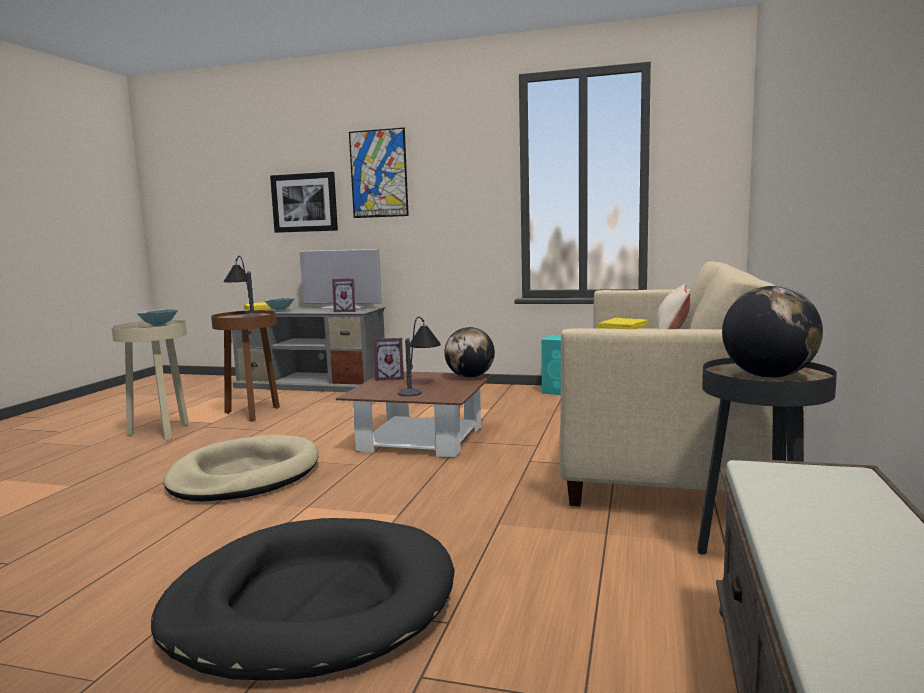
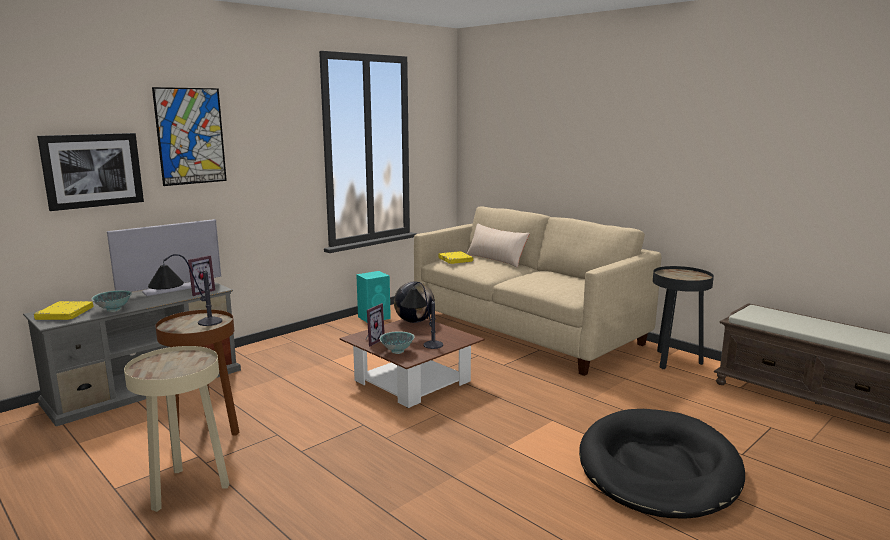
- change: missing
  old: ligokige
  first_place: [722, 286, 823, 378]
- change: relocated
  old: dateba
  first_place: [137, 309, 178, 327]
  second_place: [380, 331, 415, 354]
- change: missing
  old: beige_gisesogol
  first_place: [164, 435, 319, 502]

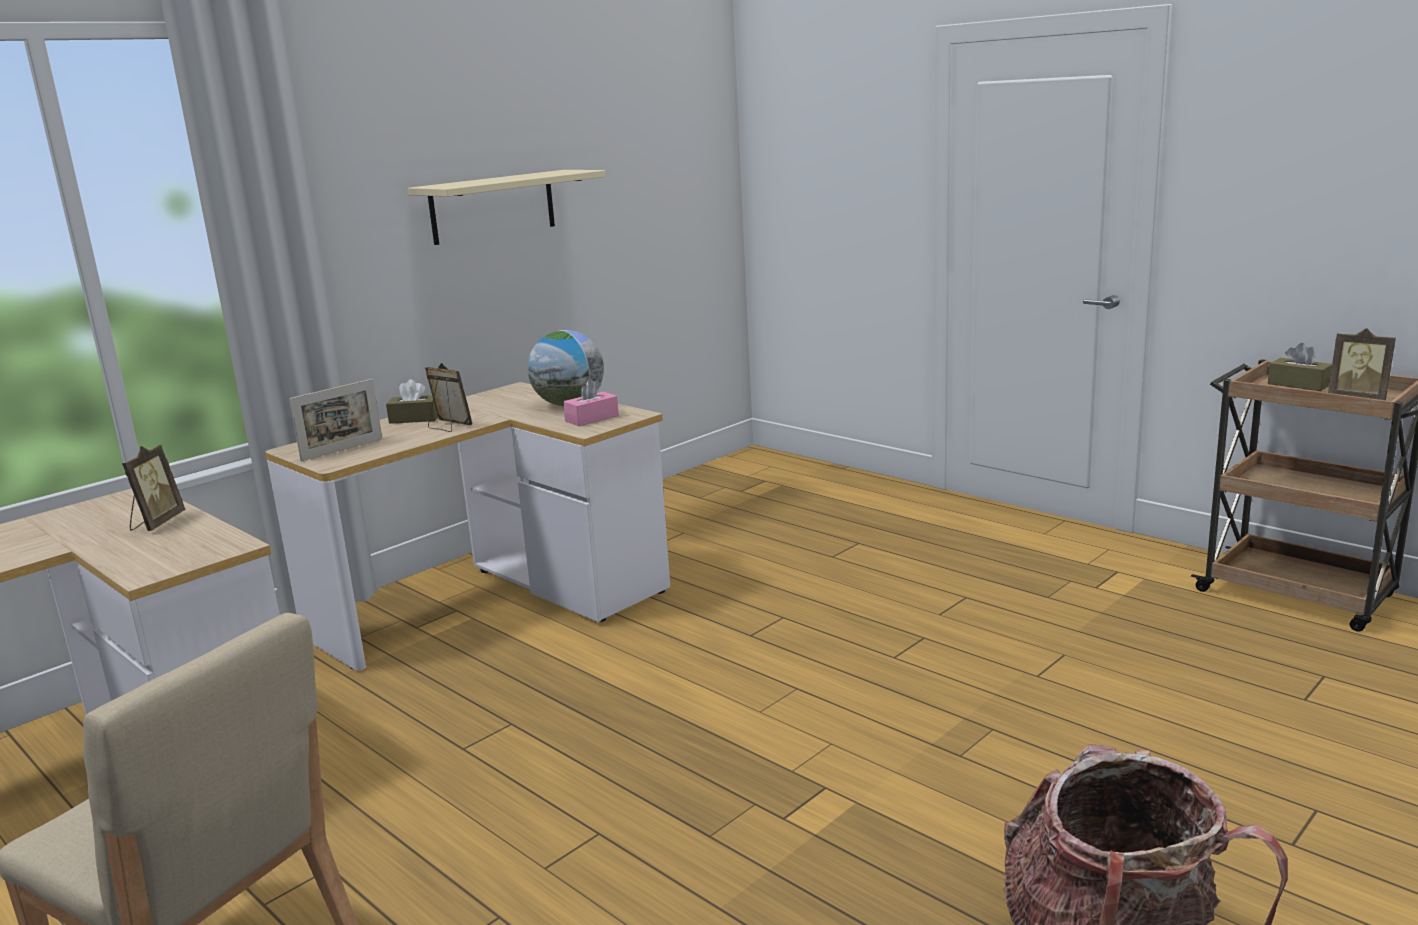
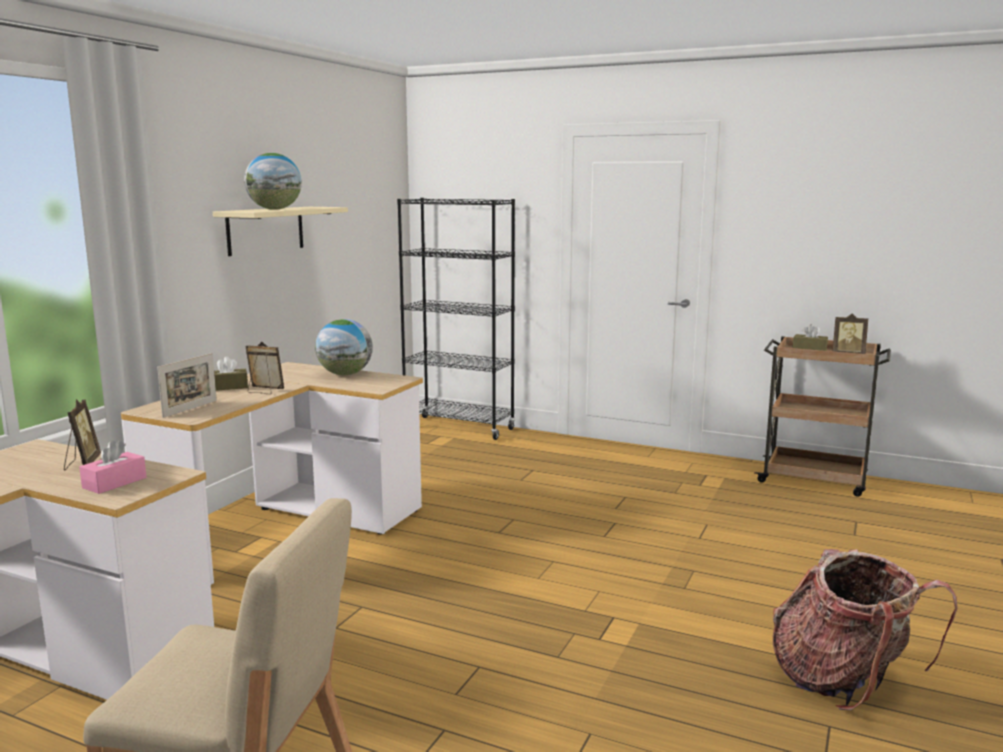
- change: relocated
  old: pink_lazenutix
  first_place: [563, 379, 619, 426]
  second_place: [79, 440, 146, 494]
- change: appeared
  new: ligokige
  second_place: [244, 153, 302, 210]
- change: appeared
  new: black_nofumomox
  second_place: [397, 198, 515, 440]

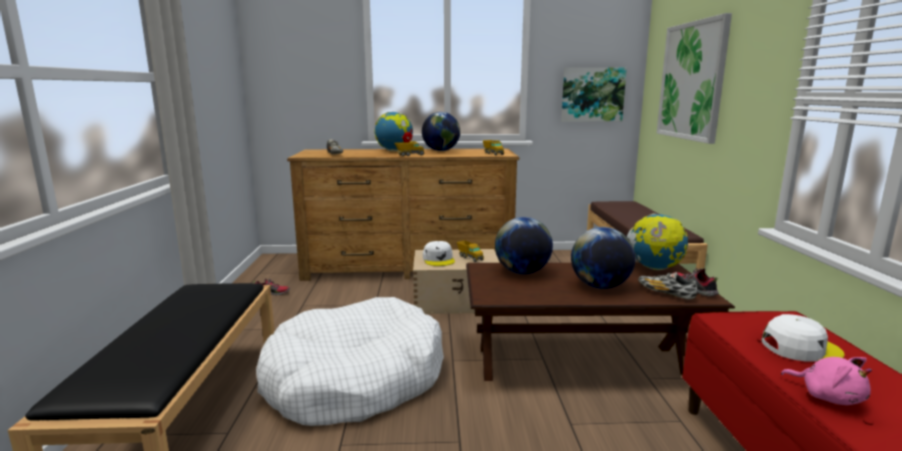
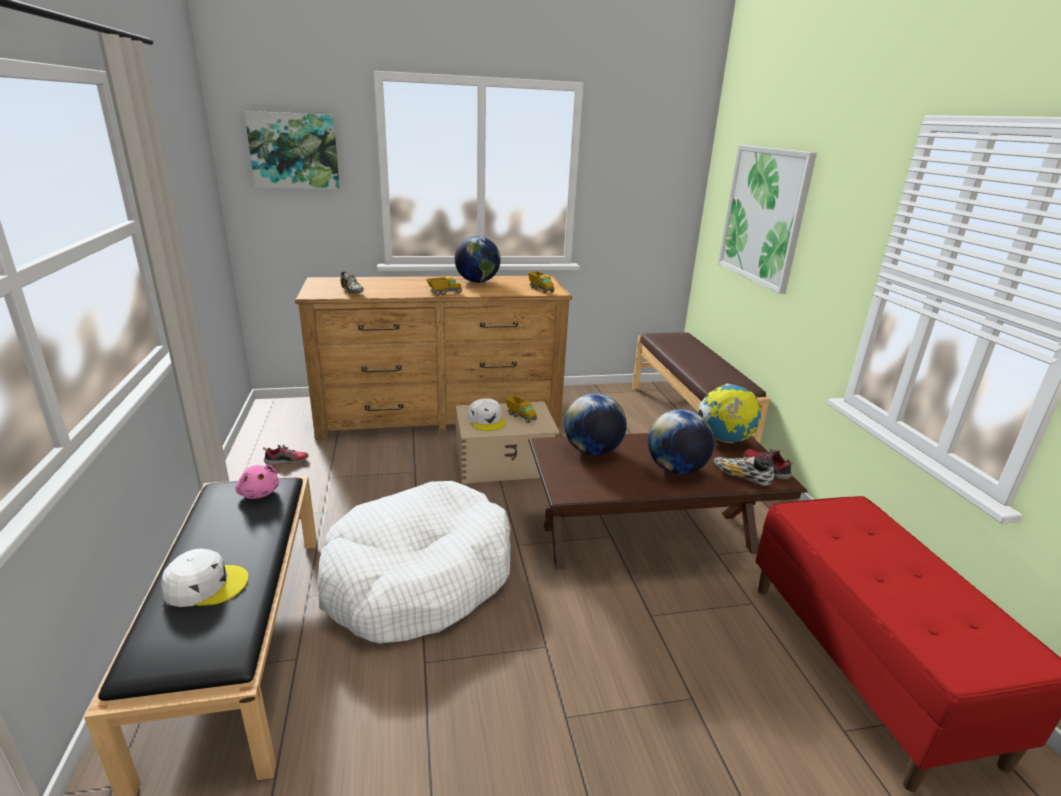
- change: relocated
  old: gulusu
  first_place: [561, 67, 627, 122]
  second_place: [244, 111, 340, 189]
- change: missing
  old: ligokige
  first_place: [374, 112, 413, 151]
- change: relocated
  old: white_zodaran
  first_place: [761, 314, 845, 362]
  second_place: [161, 549, 249, 607]
- change: relocated
  old: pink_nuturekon
  first_place: [781, 357, 872, 405]
  second_place: [236, 465, 279, 499]

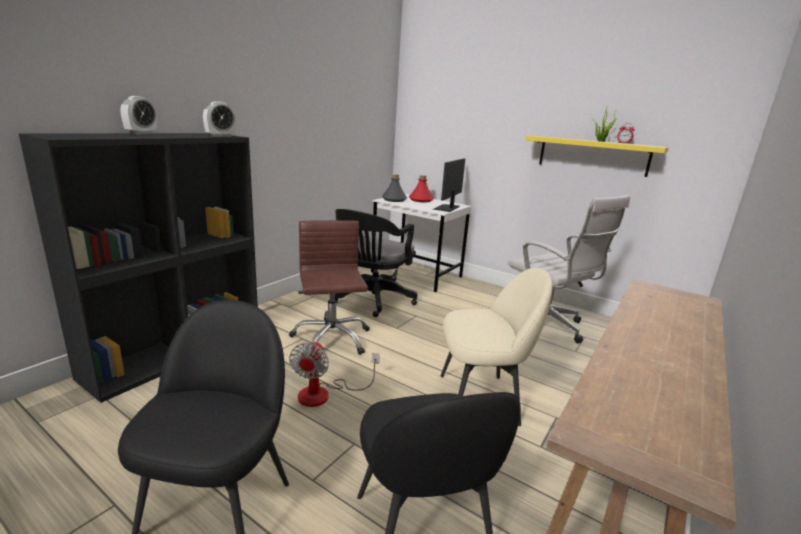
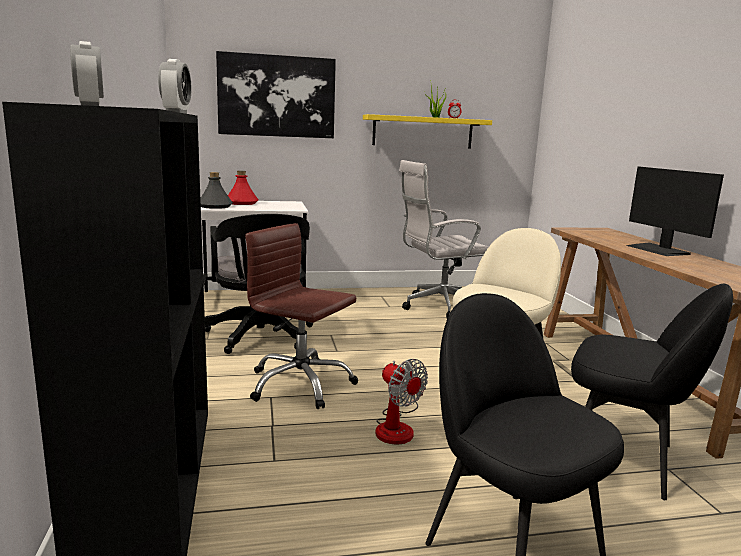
- change: relocated
  old: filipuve
  first_place: [433, 159, 465, 212]
  second_place: [626, 167, 724, 256]
- change: spun
  old: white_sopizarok
  first_place: [508, 195, 630, 343]
  second_place: [399, 160, 489, 318]
  degrees: 150
- change: appeared
  new: gulusu
  second_place: [216, 51, 336, 138]

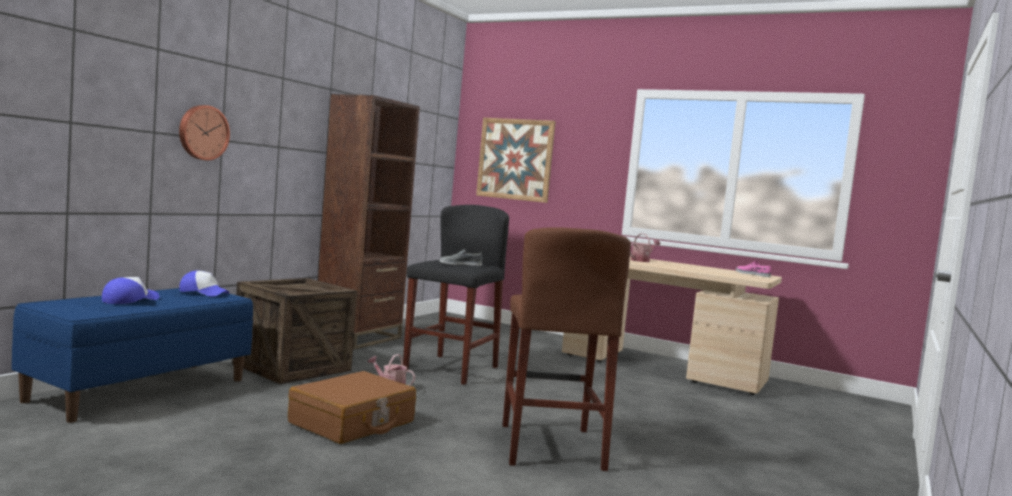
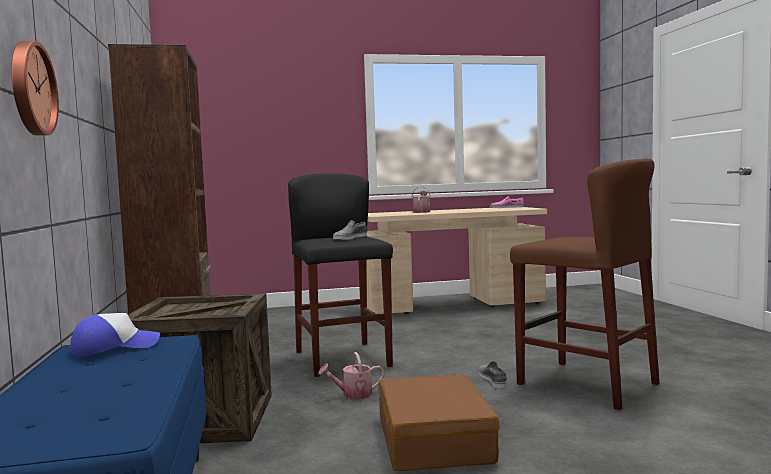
- change: missing
  old: gulusu
  first_place: [476, 118, 556, 203]
- change: missing
  old: zodaran
  first_place: [102, 277, 160, 304]
- change: appeared
  new: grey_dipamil
  second_place: [479, 361, 507, 388]

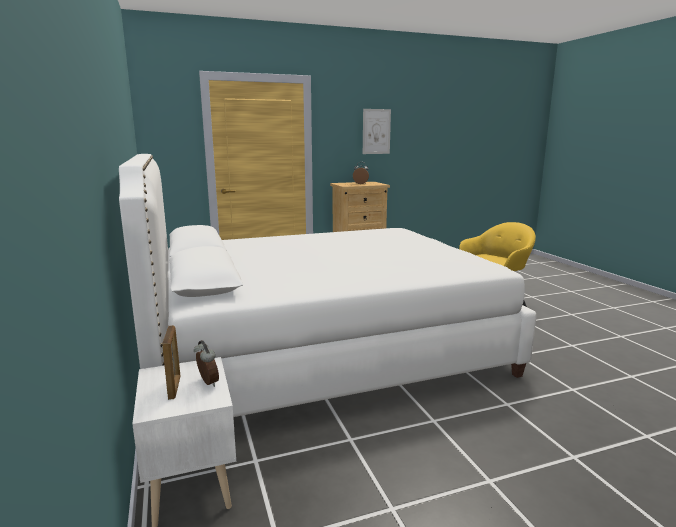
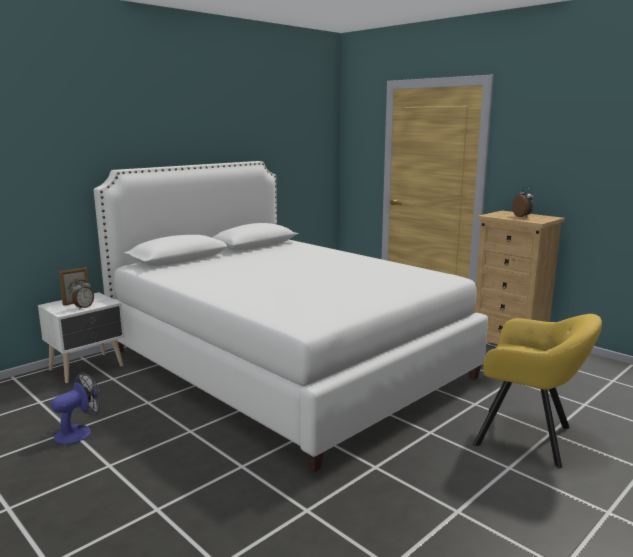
- change: missing
  old: gulusu
  first_place: [363, 109, 391, 154]
- change: appeared
  new: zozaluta
  second_place: [51, 372, 102, 444]

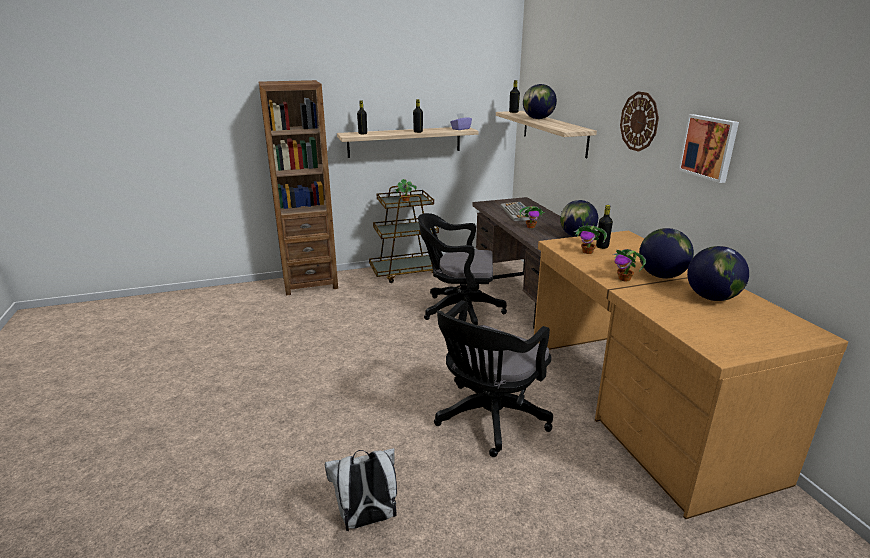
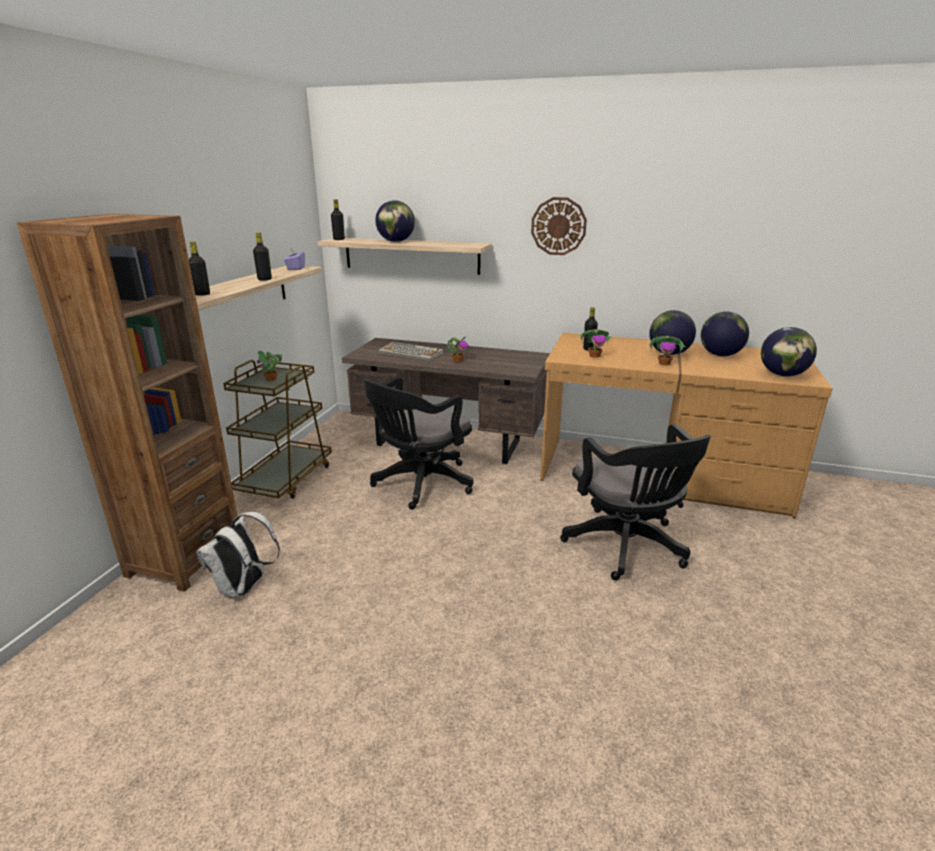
- change: missing
  old: gulusu
  first_place: [678, 114, 739, 183]
- change: relocated
  old: ligokige
  first_place: [560, 200, 598, 237]
  second_place: [761, 327, 817, 377]
- change: relocated
  old: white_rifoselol
  first_place: [325, 448, 397, 531]
  second_place: [196, 512, 280, 598]

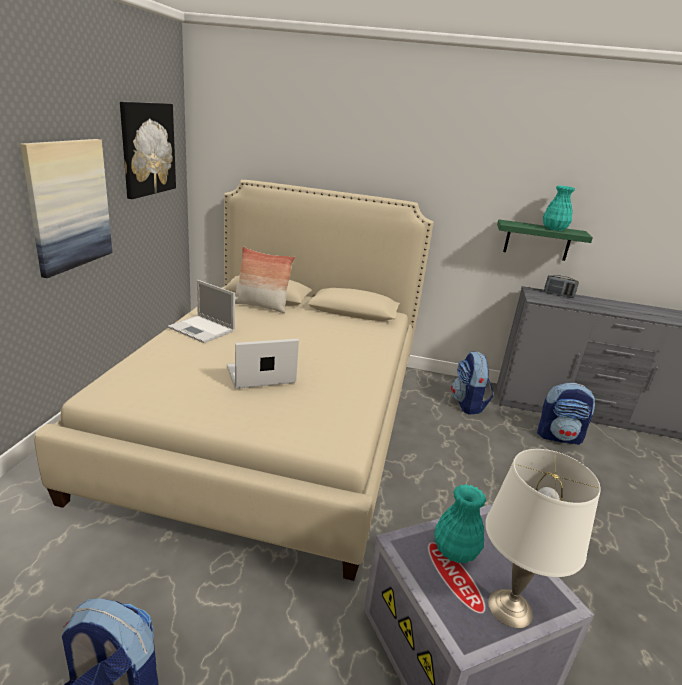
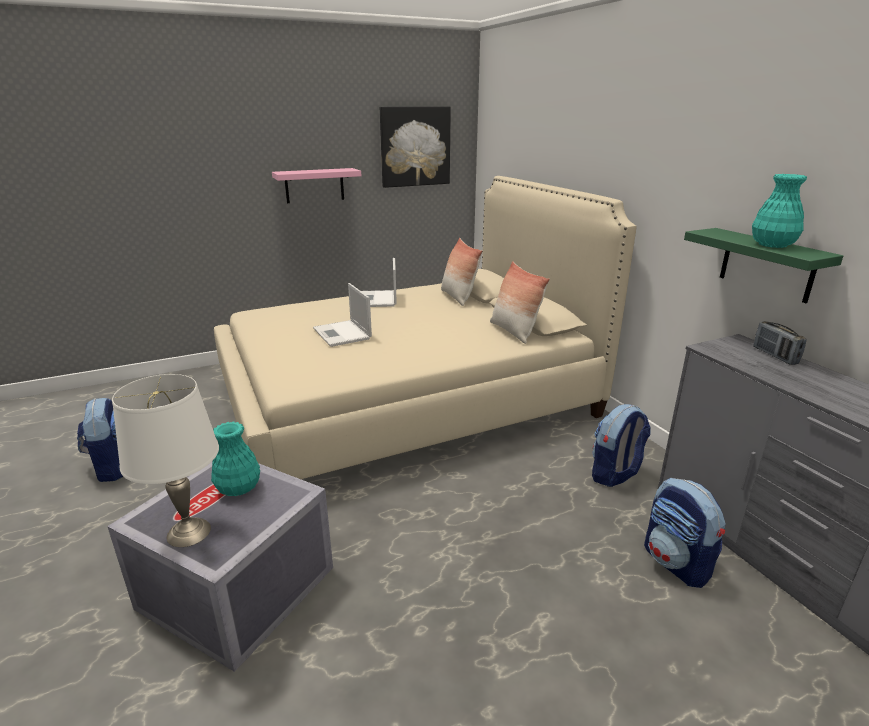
- change: exchanged
  old: gulusu
  new: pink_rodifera
  first_place: [20, 139, 112, 278]
  second_place: [272, 168, 361, 203]
- change: spun
  old: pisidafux
  first_place: [227, 339, 299, 389]
  second_place: [313, 283, 372, 347]
  degrees: -150
- change: appeared
  new: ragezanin
  second_place: [490, 261, 550, 344]

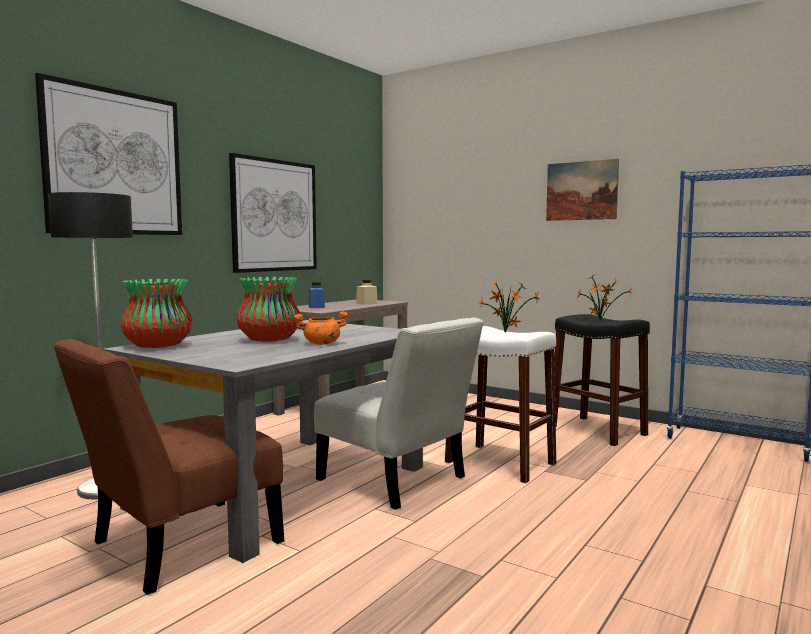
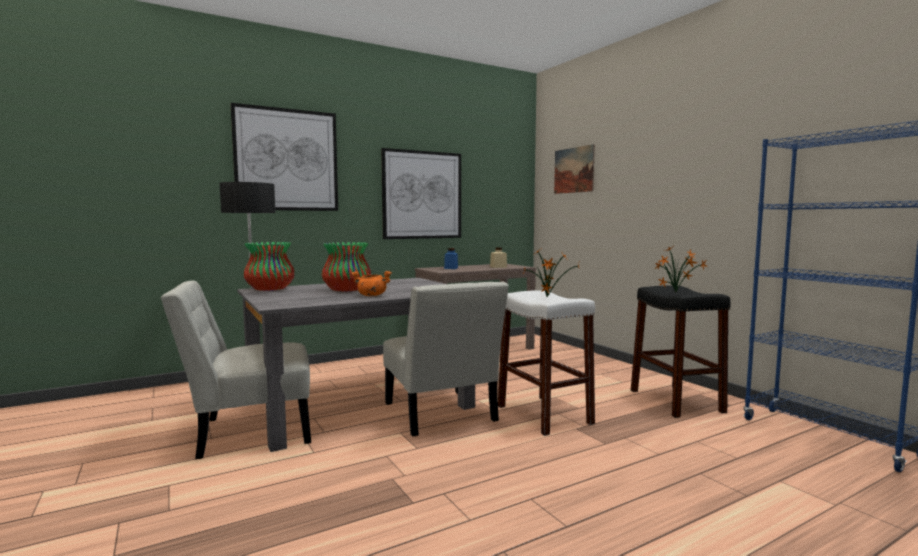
- change: relocated
  old: gulusu
  first_place: [546, 159, 619, 221]
  second_place: [554, 144, 595, 194]
- change: colour
  old: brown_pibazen
  new: white_pibazen
  first_place: [53, 339, 284, 595]
  second_place: [161, 281, 311, 459]

